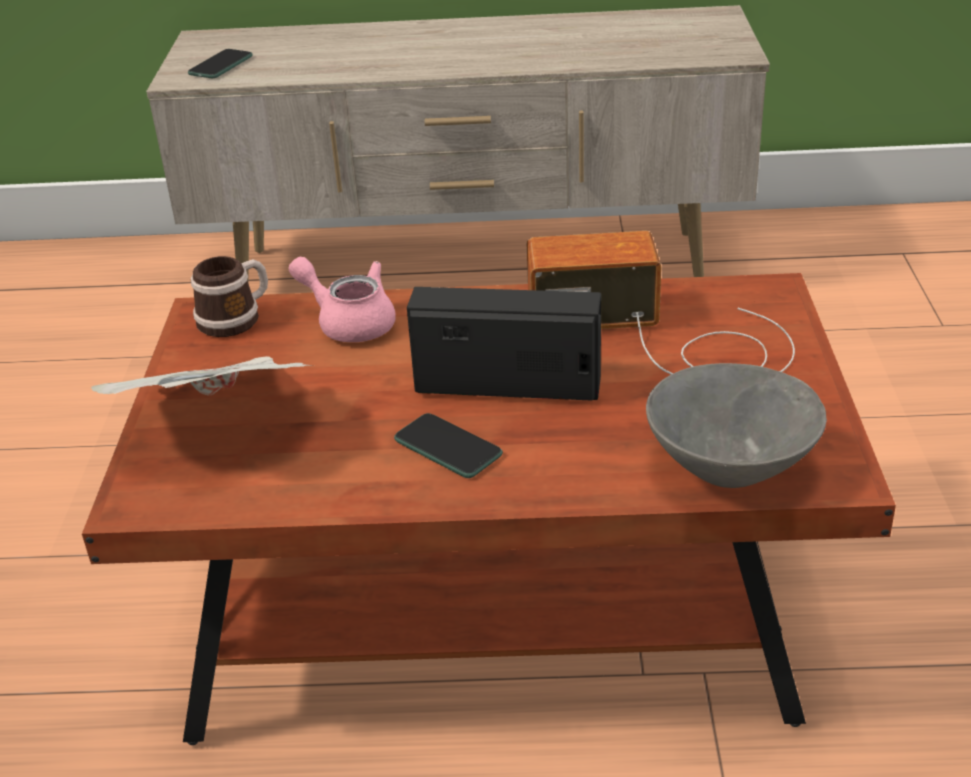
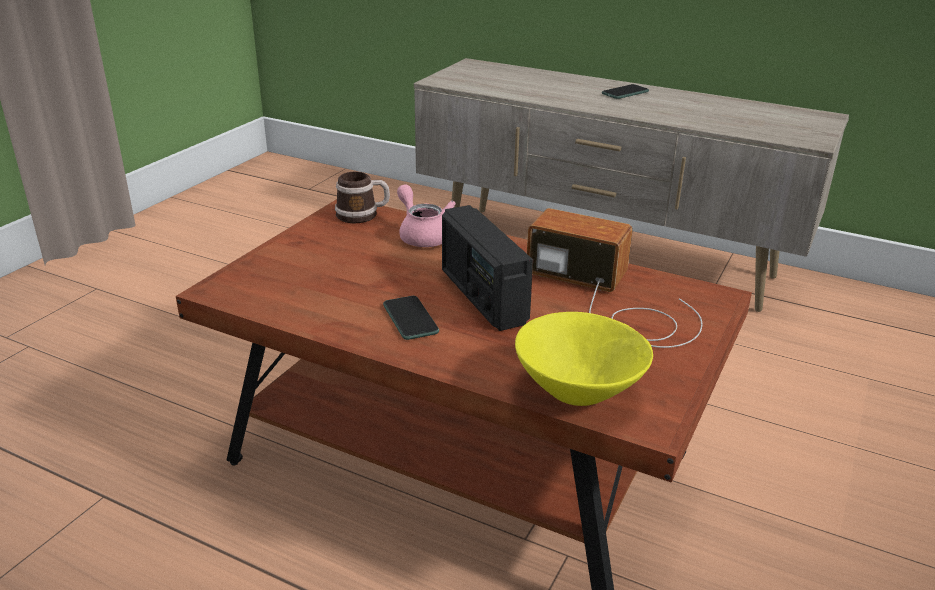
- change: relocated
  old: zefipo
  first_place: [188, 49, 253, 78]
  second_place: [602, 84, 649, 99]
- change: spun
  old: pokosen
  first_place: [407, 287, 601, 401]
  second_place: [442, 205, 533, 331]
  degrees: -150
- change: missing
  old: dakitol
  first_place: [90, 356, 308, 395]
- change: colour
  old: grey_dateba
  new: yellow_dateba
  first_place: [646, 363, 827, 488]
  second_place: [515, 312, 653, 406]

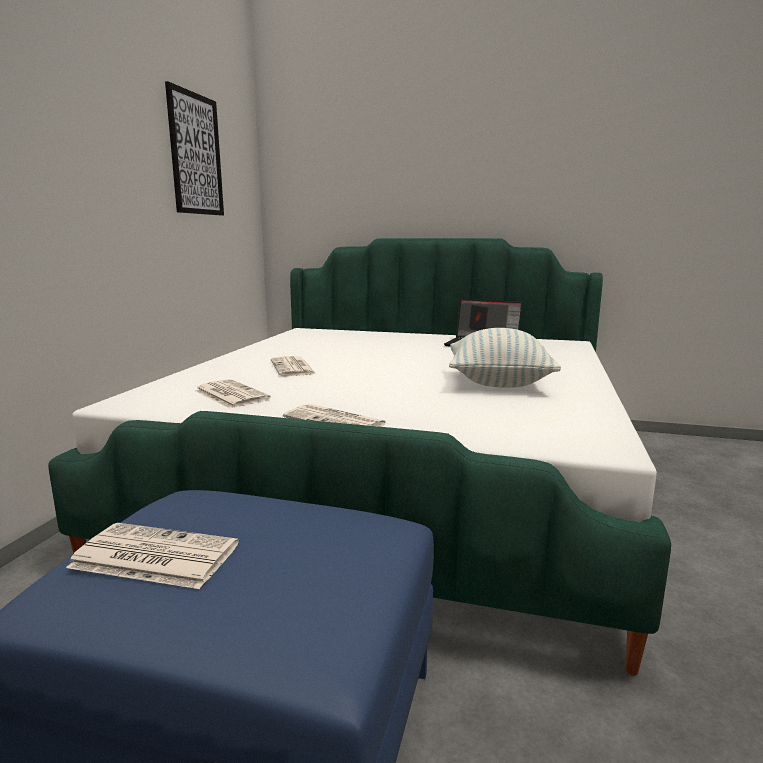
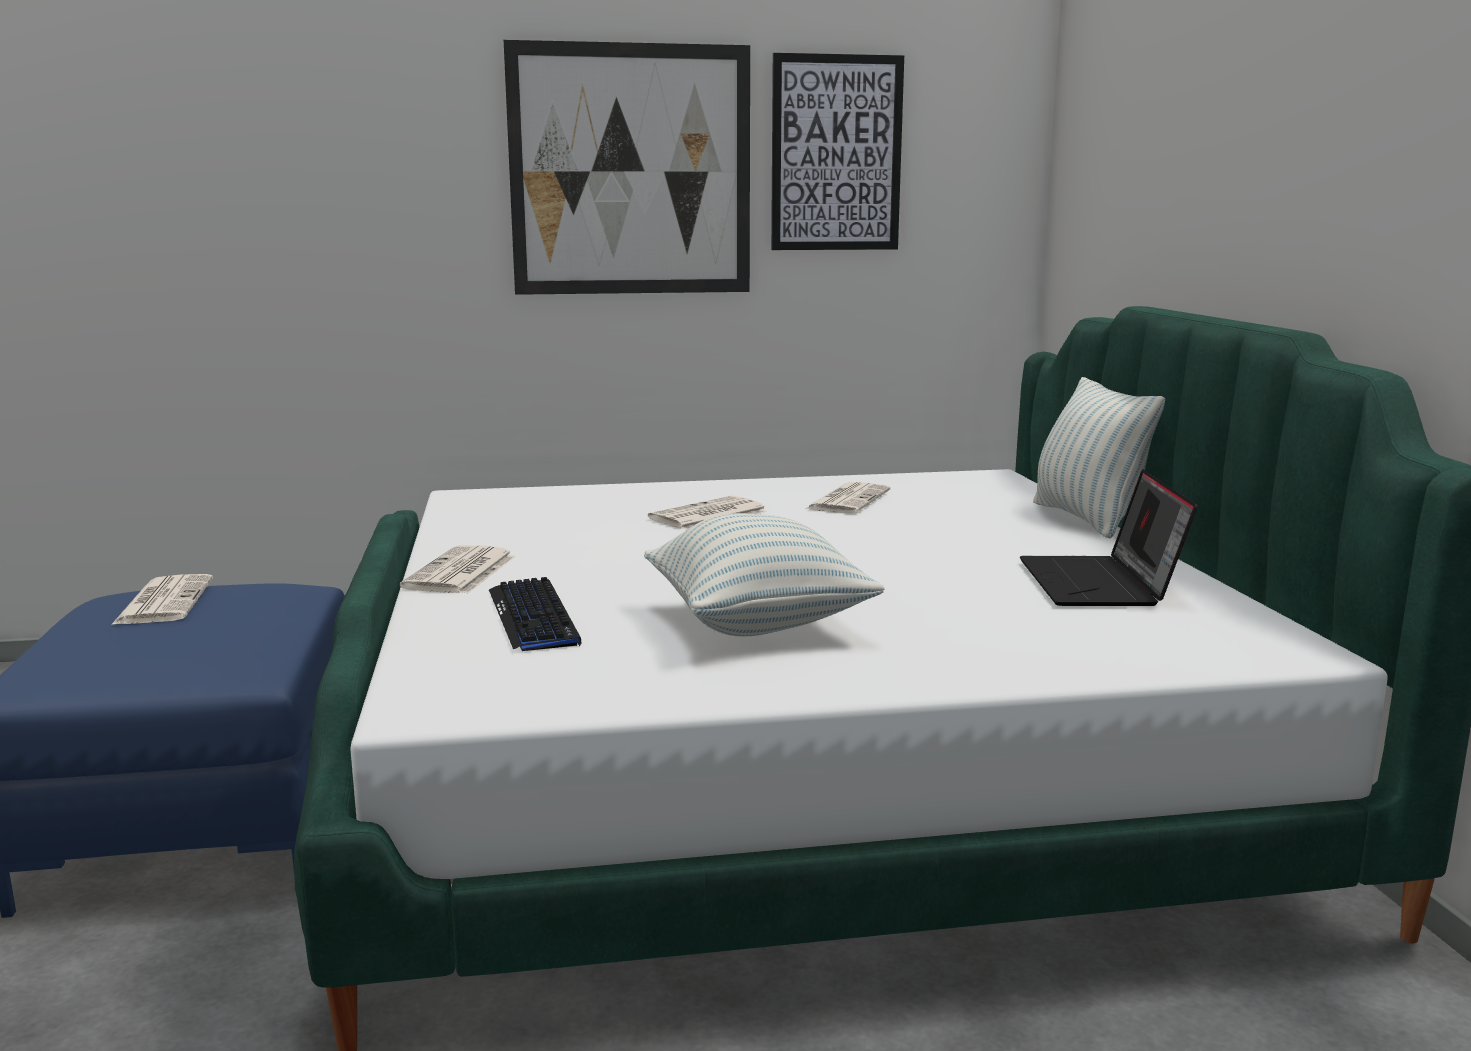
- change: relocated
  old: dakitol
  first_place: [194, 379, 271, 409]
  second_place: [806, 482, 890, 514]
- change: appeared
  new: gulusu
  second_place: [504, 40, 750, 295]
- change: appeared
  new: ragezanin
  second_place: [1033, 377, 1165, 538]
- change: appeared
  new: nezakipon
  second_place: [489, 577, 582, 651]

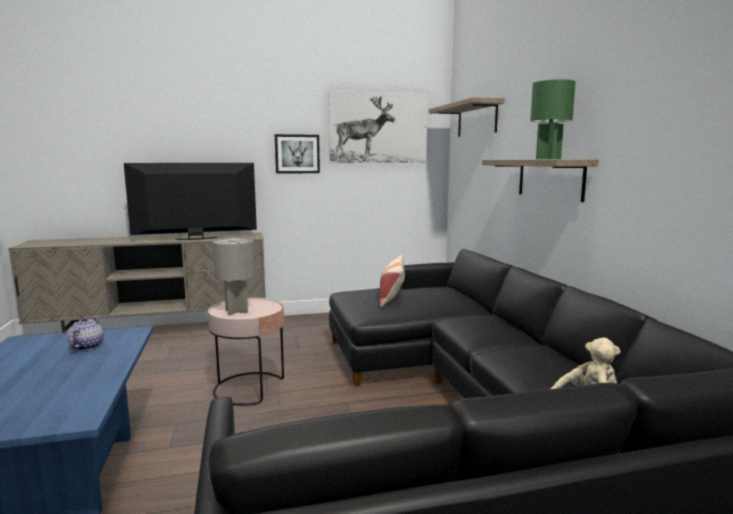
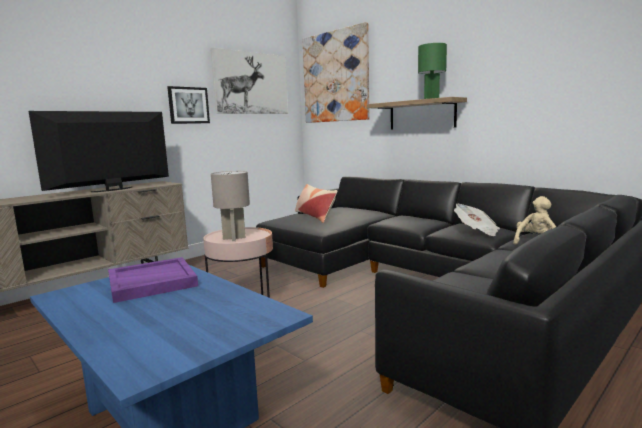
- change: exchanged
  old: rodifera
  new: gulusu
  first_place: [429, 97, 504, 137]
  second_place: [302, 22, 370, 123]
- change: exchanged
  old: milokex
  new: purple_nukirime
  first_place: [68, 317, 104, 351]
  second_place: [108, 257, 198, 303]
- change: appeared
  new: dakitol
  second_place: [454, 204, 500, 236]

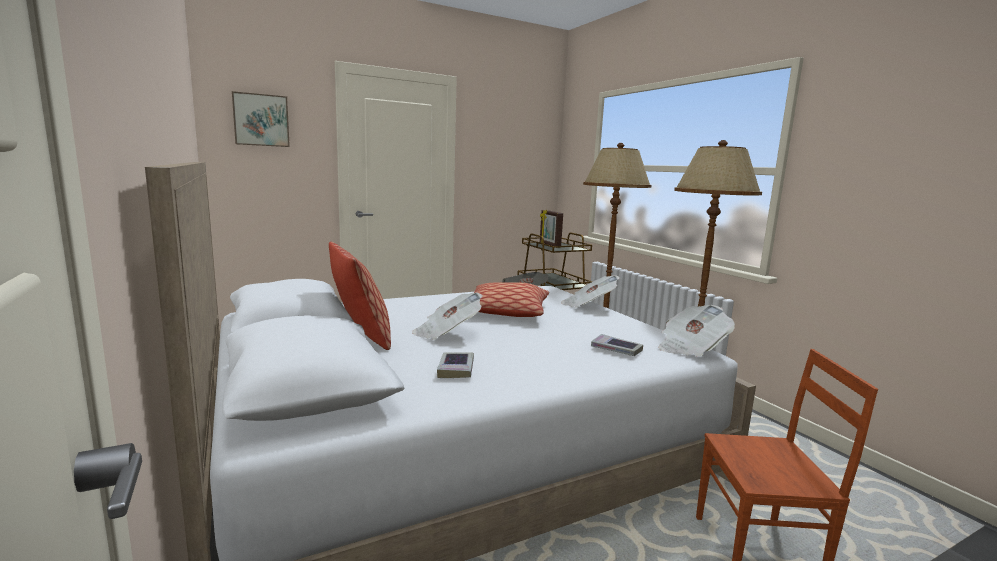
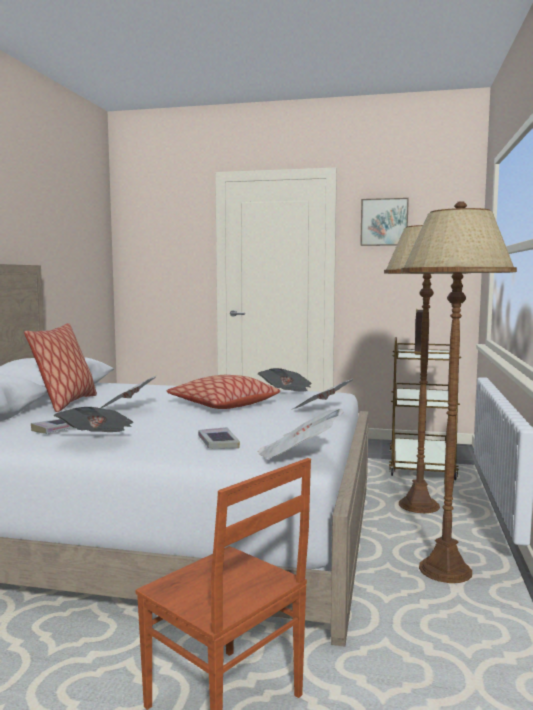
- change: relocated
  old: gulusu
  first_place: [232, 91, 290, 147]
  second_place: [360, 198, 409, 246]
- change: appeared
  new: dakitol
  second_place: [54, 407, 133, 432]

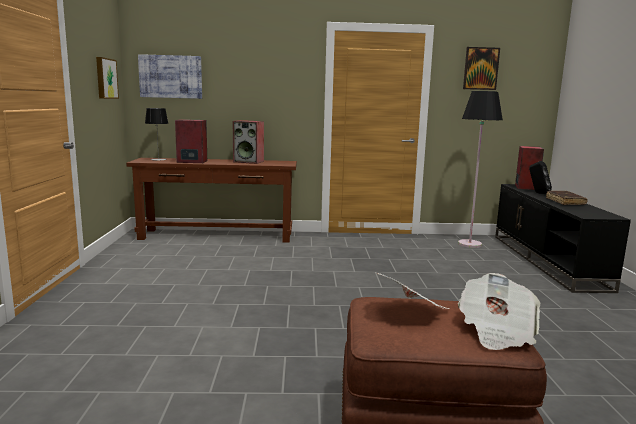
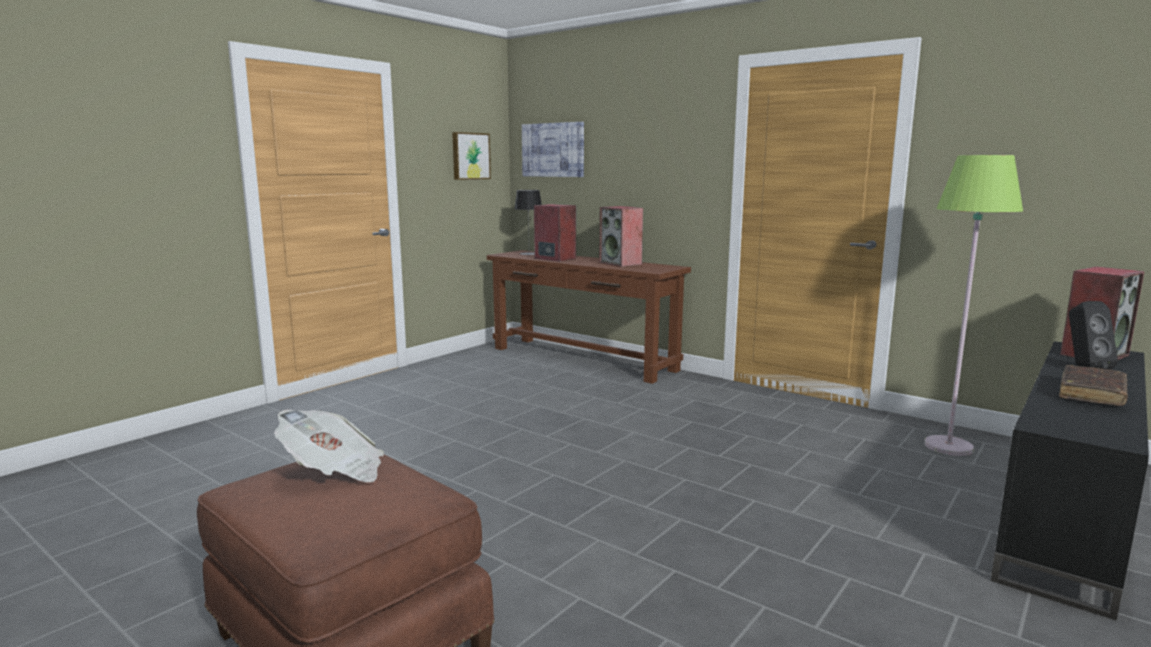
- change: missing
  old: gulusu
  first_place: [463, 47, 500, 90]
- change: colour
  old: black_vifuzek
  new: green_vifuzek
  first_place: [458, 91, 503, 248]
  second_place: [924, 155, 1023, 456]
- change: missing
  old: dakitol
  first_place: [458, 273, 540, 350]

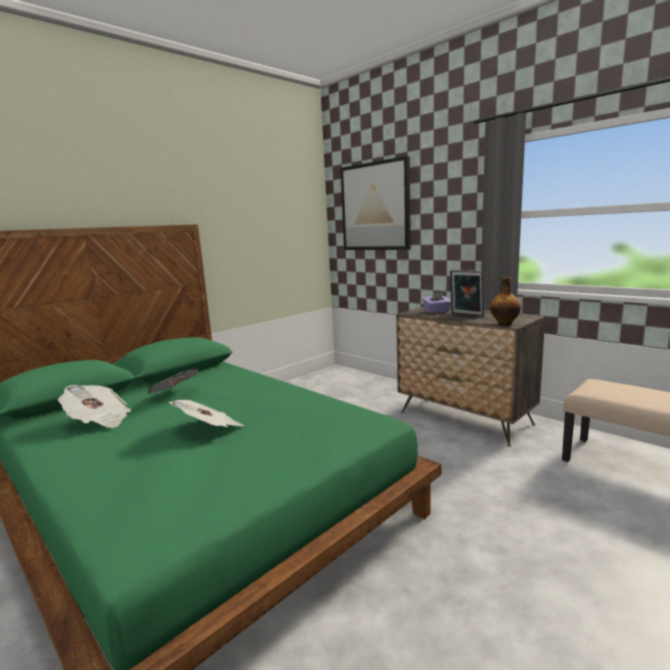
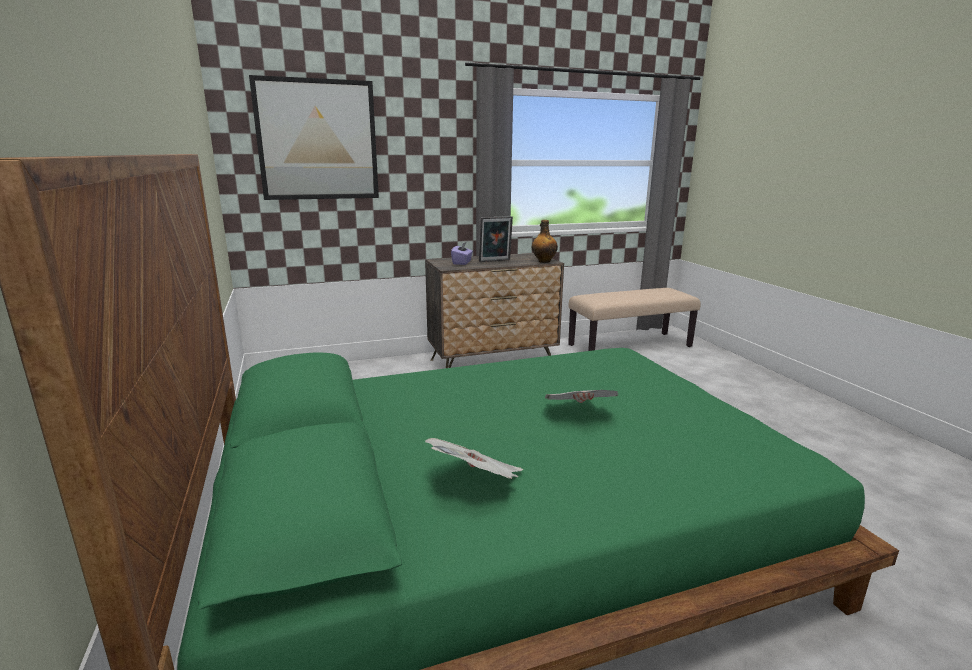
- change: missing
  old: dakitol
  first_place: [147, 369, 199, 394]

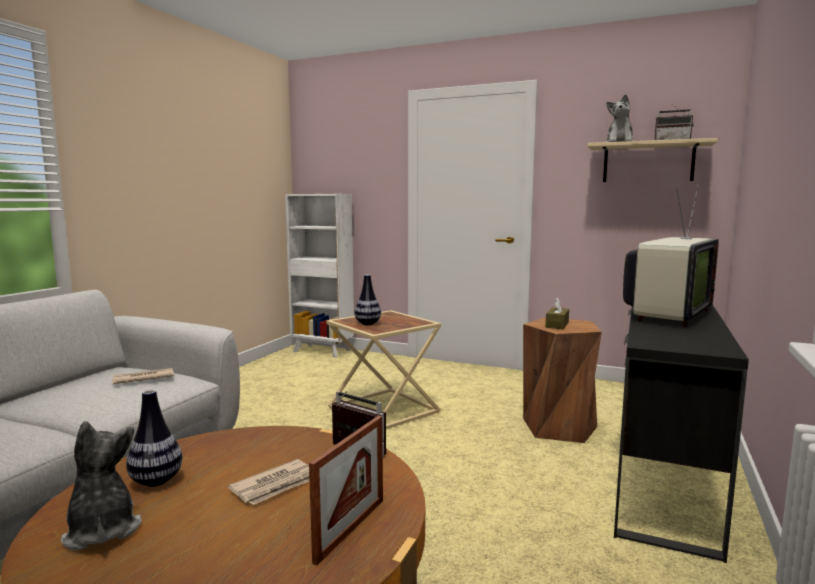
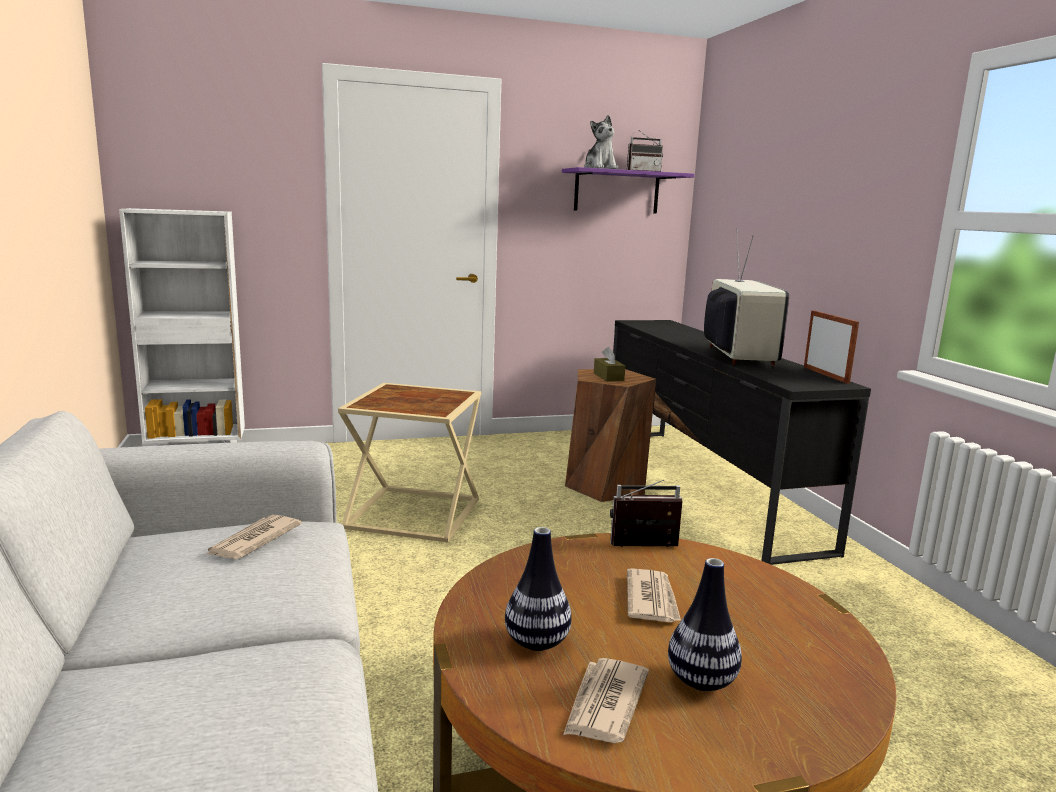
- change: colour
  old: beige_rodifera
  new: purple_rodifera
  first_place: [587, 138, 718, 182]
  second_place: [562, 167, 694, 214]
- change: relocated
  old: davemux
  first_place: [354, 274, 381, 325]
  second_place: [668, 558, 742, 691]
- change: relocated
  old: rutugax
  first_place: [309, 416, 383, 566]
  second_place: [804, 310, 859, 384]
- change: exchanged
  old: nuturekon
  new: dakitol
  first_place: [61, 421, 142, 550]
  second_place: [563, 658, 649, 743]

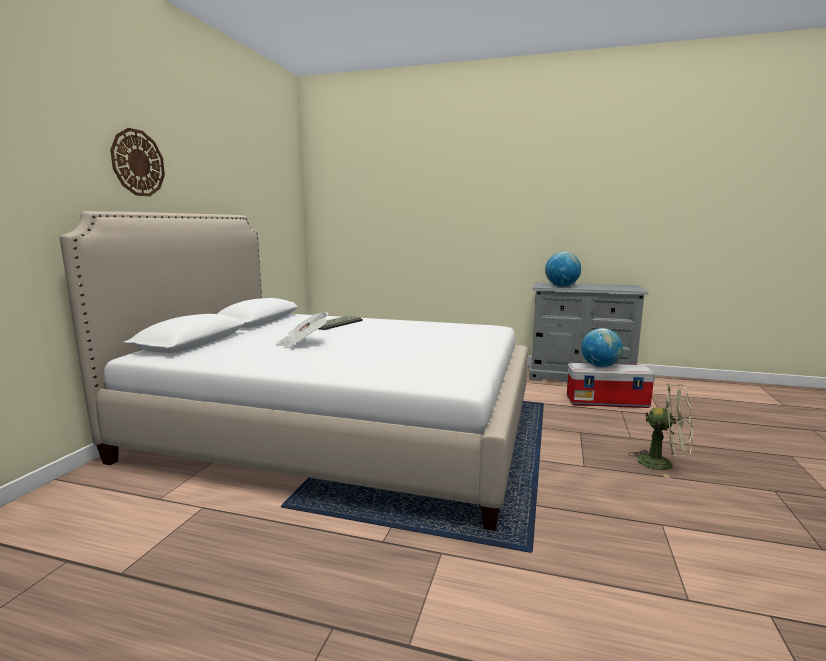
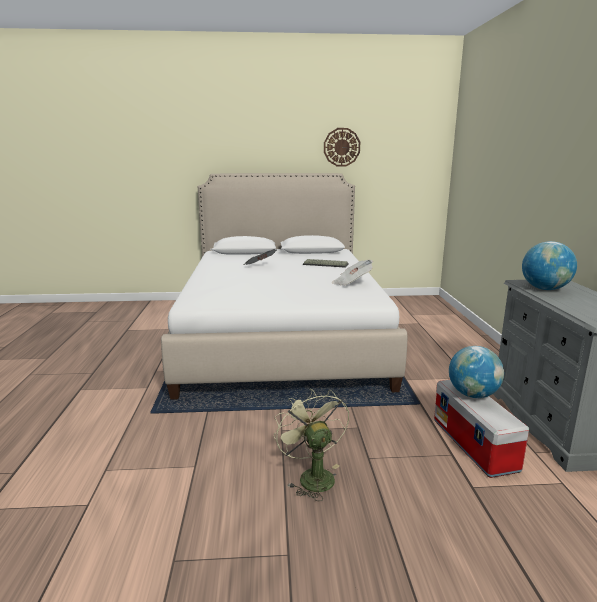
- change: relocated
  old: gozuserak
  first_place: [110, 128, 165, 196]
  second_place: [324, 128, 360, 166]
- change: spun
  old: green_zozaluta
  first_place: [628, 383, 693, 478]
  second_place: [274, 388, 349, 501]
  degrees: 150
- change: appeared
  new: dakitol
  second_place: [332, 260, 373, 286]

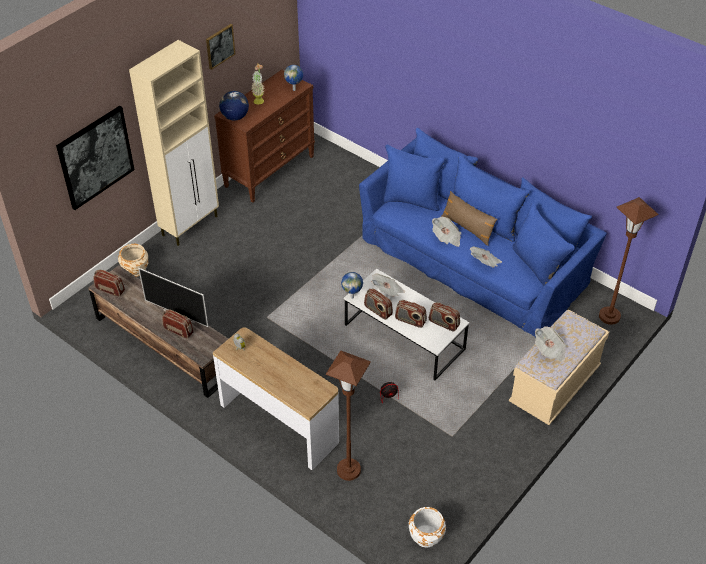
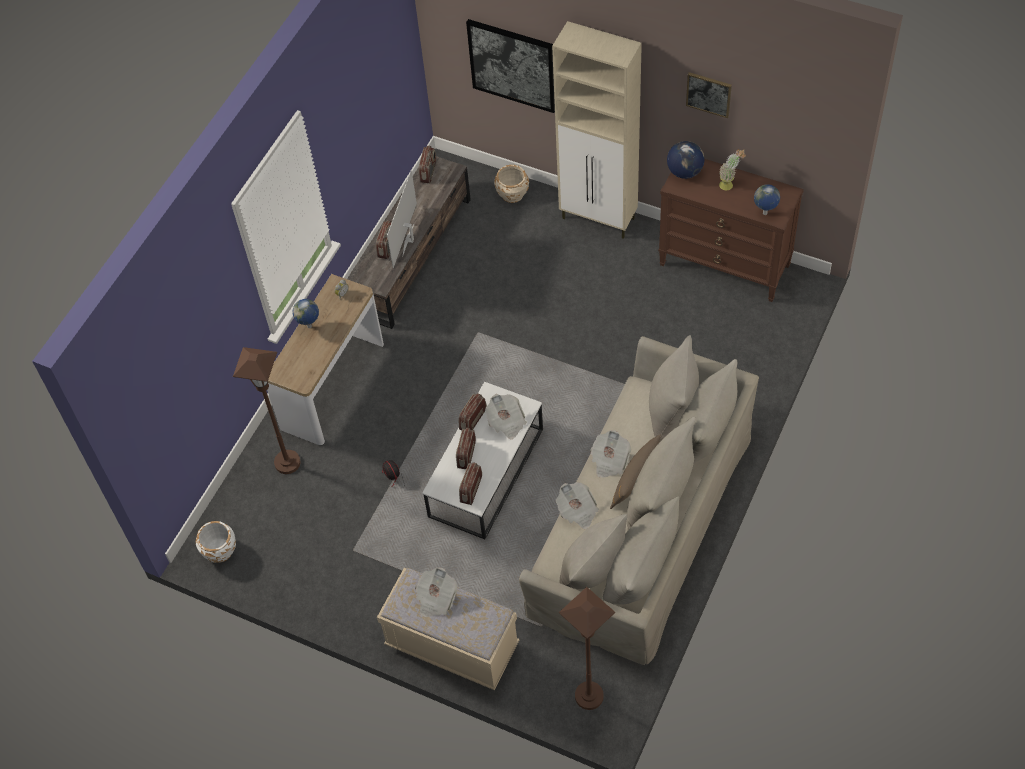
- change: colour
  old: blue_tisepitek
  new: beige_tisepitek
  first_place: [359, 128, 607, 337]
  second_place: [519, 335, 759, 665]
- change: relocated
  old: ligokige
  first_place: [341, 272, 363, 299]
  second_place: [293, 299, 319, 328]

